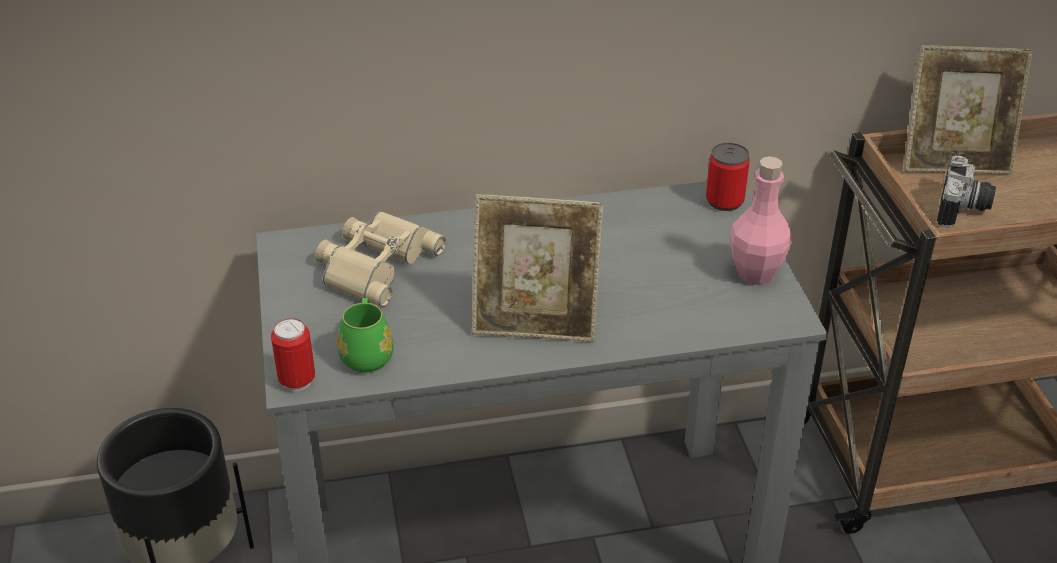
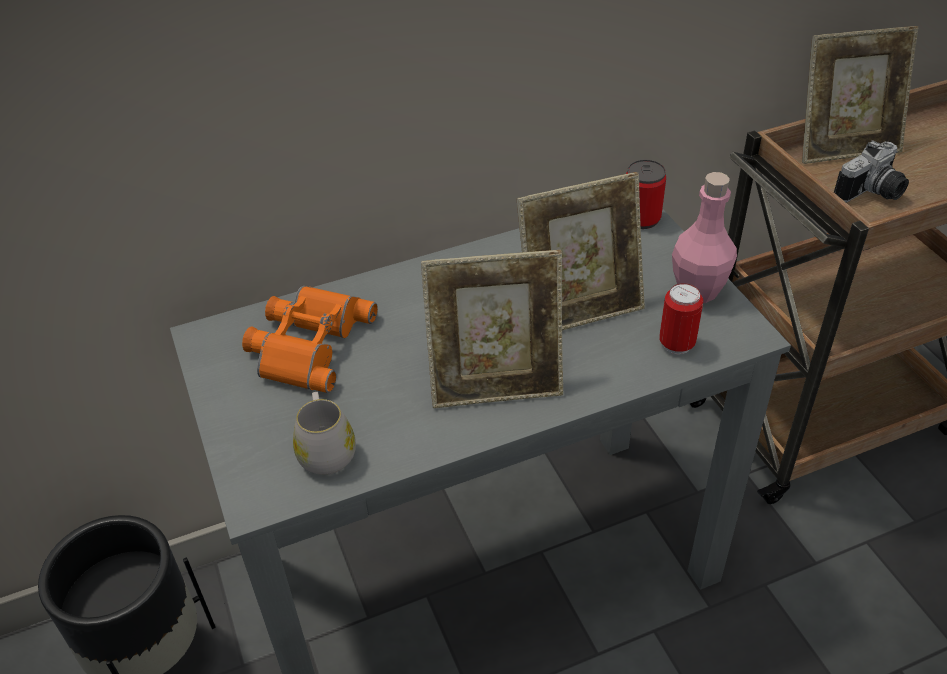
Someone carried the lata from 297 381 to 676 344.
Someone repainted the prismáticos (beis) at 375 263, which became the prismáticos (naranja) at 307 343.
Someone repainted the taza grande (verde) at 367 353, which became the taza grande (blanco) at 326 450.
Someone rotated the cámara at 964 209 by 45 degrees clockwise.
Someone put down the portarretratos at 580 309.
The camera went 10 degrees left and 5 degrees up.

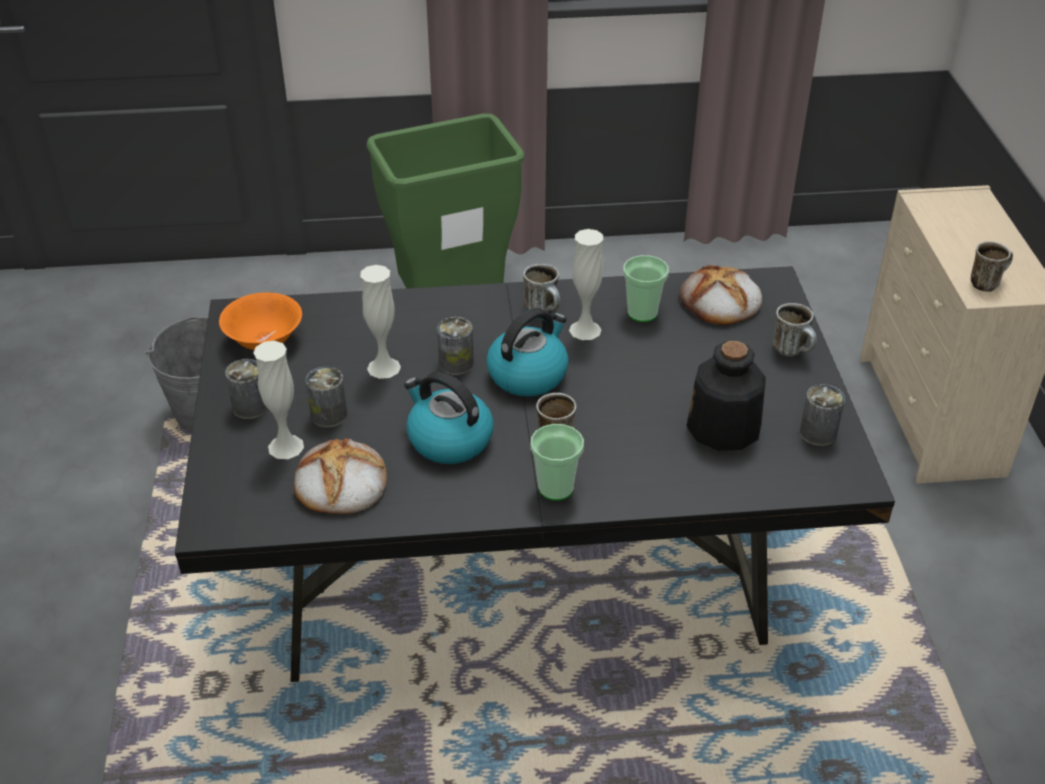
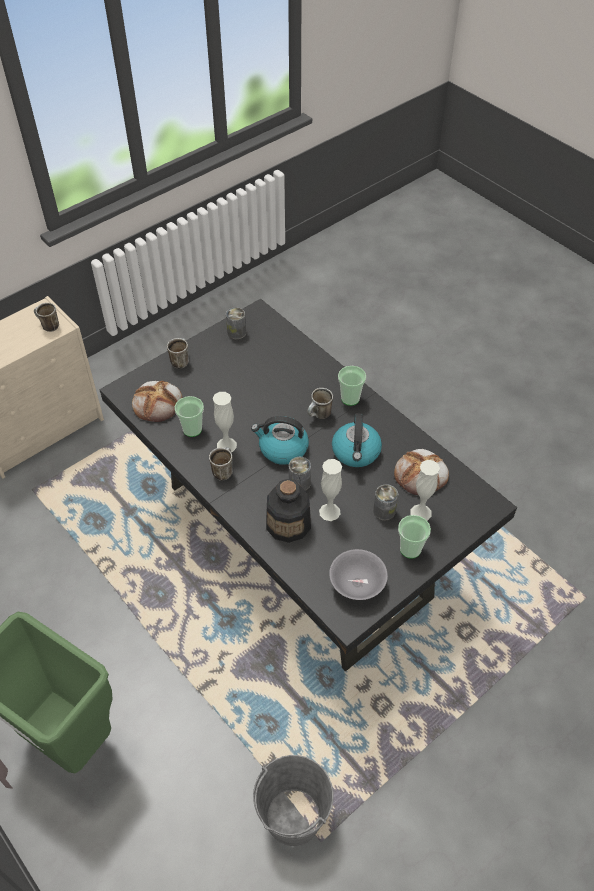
Someone repainted the cuenco (naranja) at 264 340, which became the cuenco (gris) at 357 585.
Someone swapped the lata at 250 407 for the taza at 410 549.
Someone carried the botella from 723 428 to 289 523.
The camera went 125 degrees left and 10 degrees up.

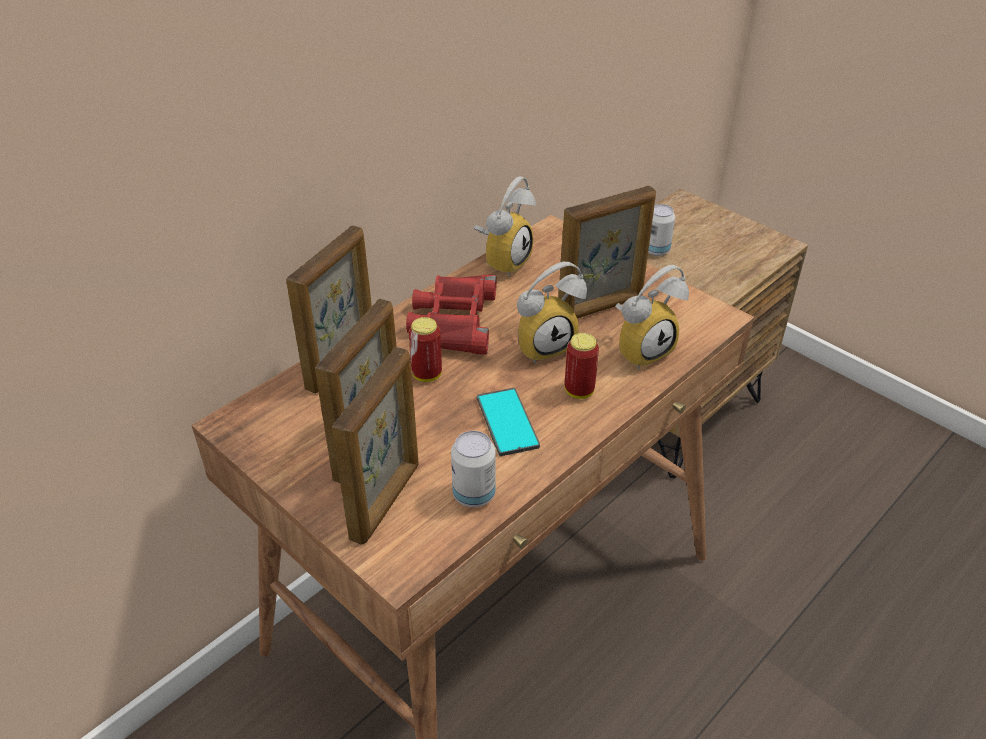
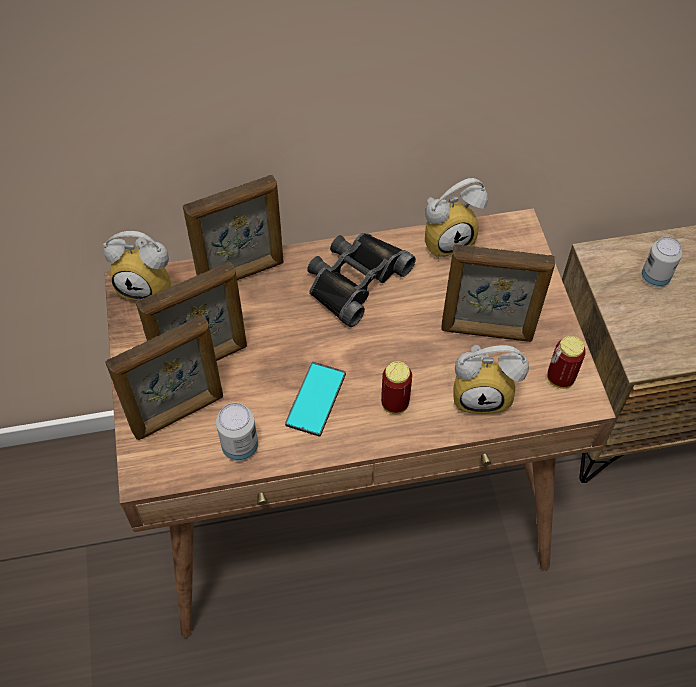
Someone repainted the prismáticos (rojo) at 453 321, which became the prismáticos (negro) at 354 280.
Someone carried the lata from 427 375 to 560 378.
Someone carried the despertador from 545 344 to 149 285.
The camera went 35 degrees right and 15 degrees up.

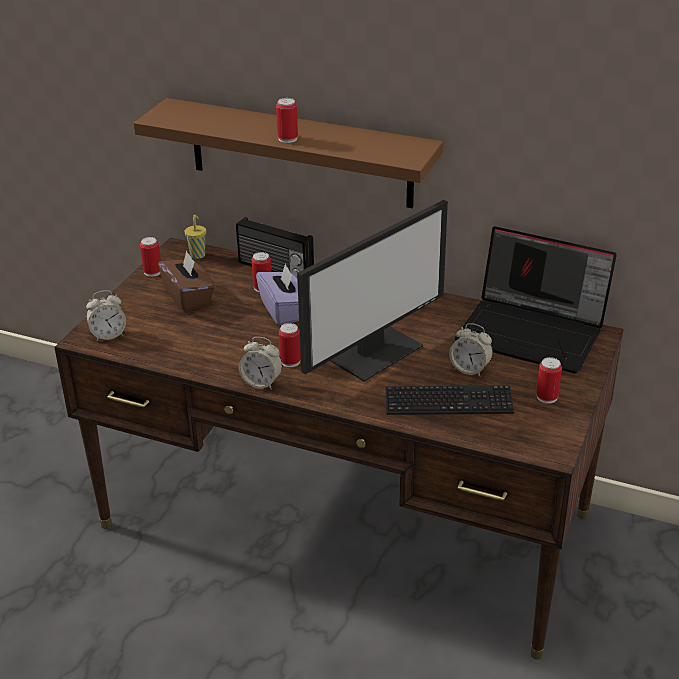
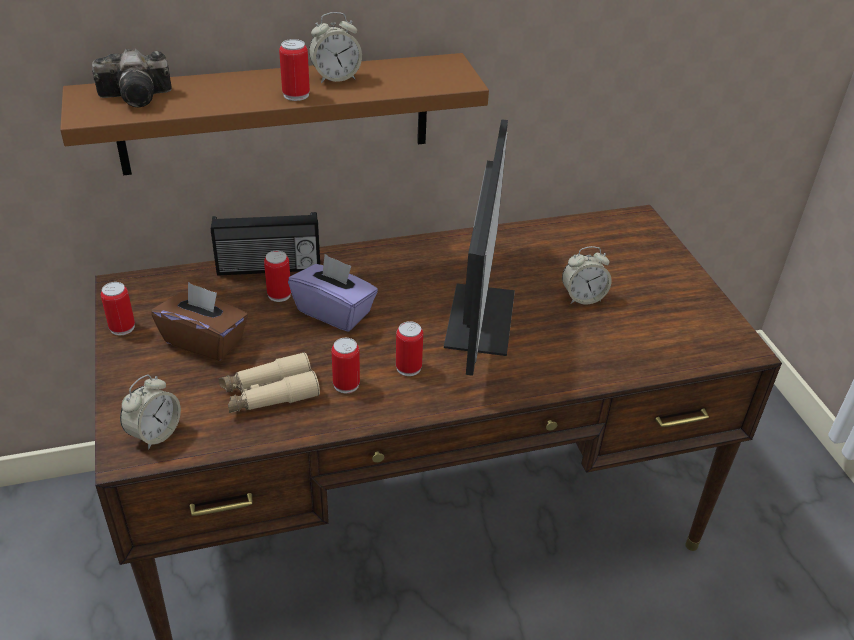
Someone took away the taza (amarillo) at 198 254.
Someone carried the despertador from 261 383 to 335 78.
Someone took away the teclado at 448 403.
Someone took away the portátil at 533 332.
Someone carried the lata from 547 397 to 346 384.
Someone put down the cámara at 139 96.
Someone put down the prismáticos (beis) at 269 394.
The camera went 40 degrees left and 5 degrees up.

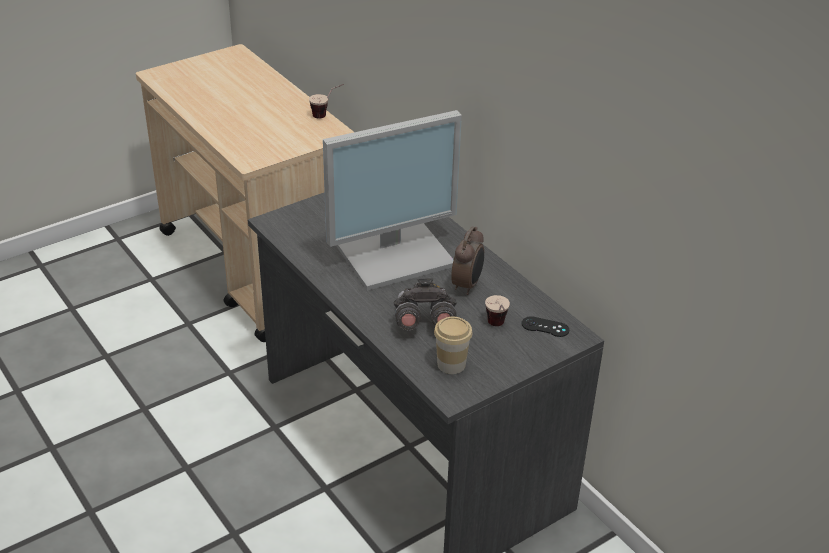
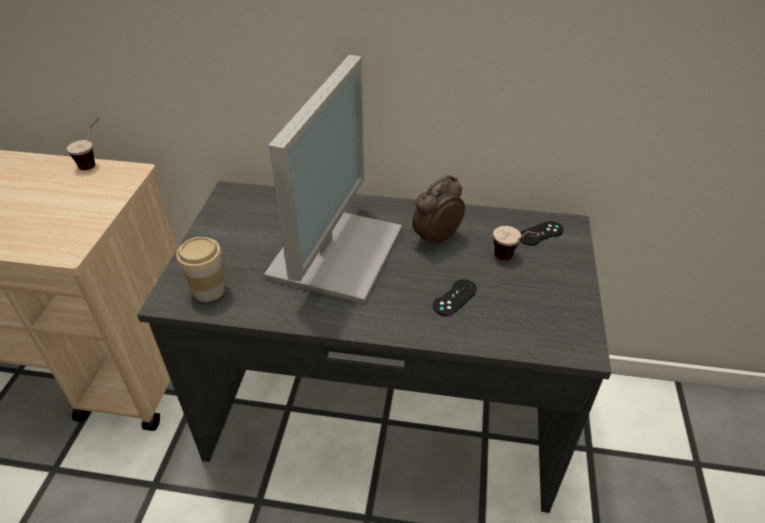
Someone swapped the prismáticos (gris) at 423 322 for the mando de consola (negro) at 455 297.
Someone carried the taza from 451 364 to 208 290.
Someone rotated the despertador at 467 285 by 105 degrees counterclockwise.
The camera went 45 degrees left and 5 degrees up.

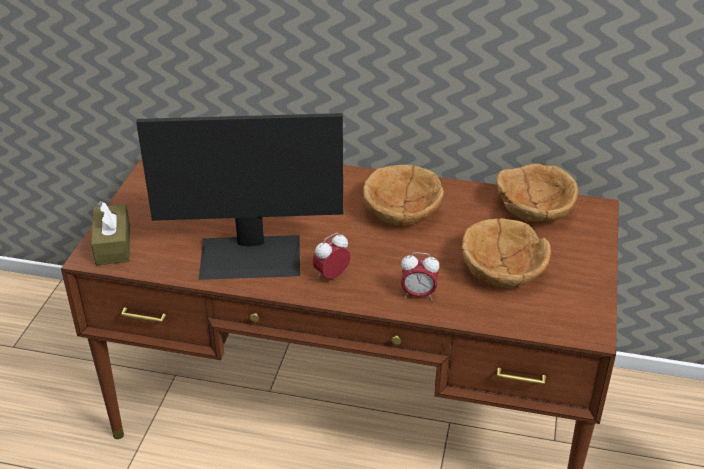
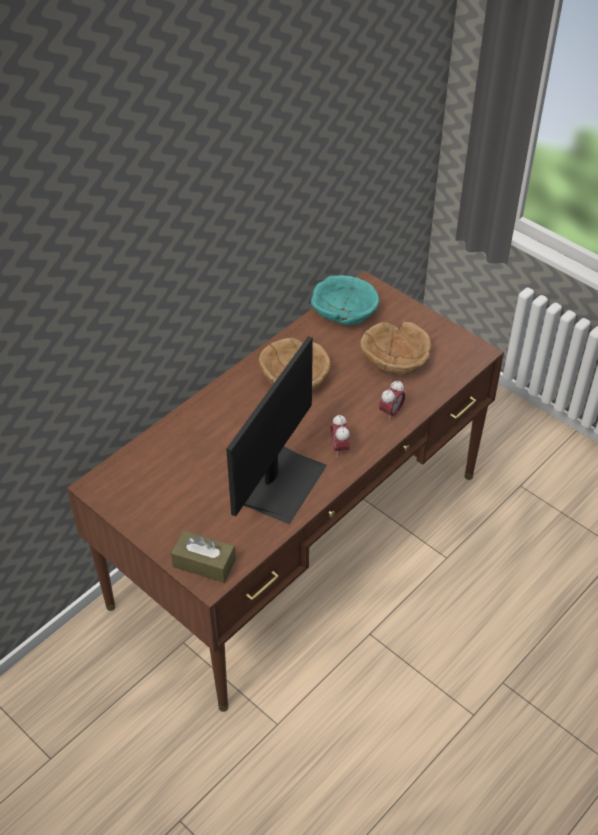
Someone repainted the cuenco (marrón) at 534 208, which became the cuenco (turquesa) at 343 312.
The camera went 60 degrees left and 10 degrees up.

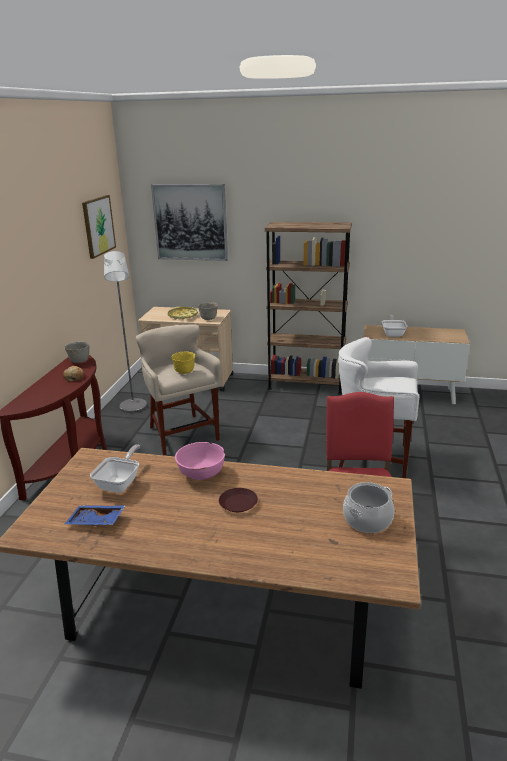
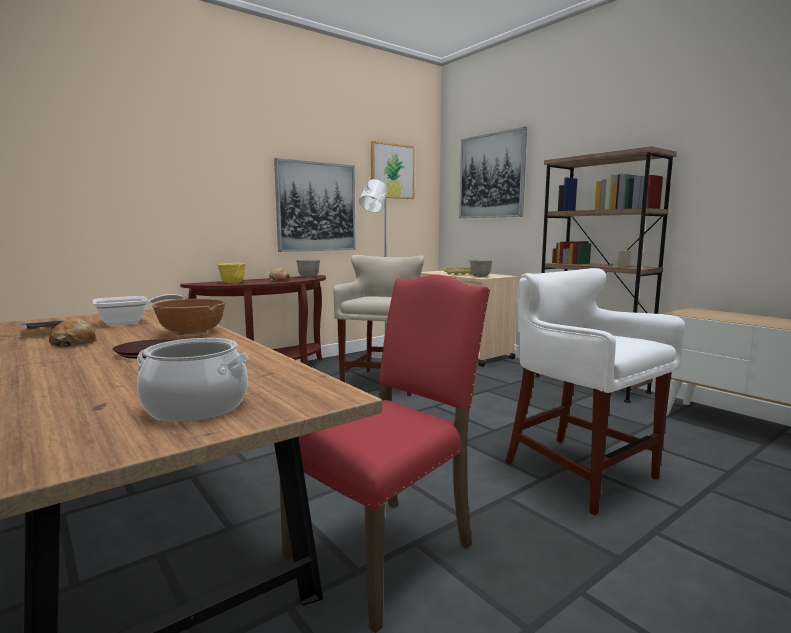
Someone carried the cuenco (amarillo) from 185 372 to 233 283.
Someone repainted the cuenco (rosa) at 201 473, which became the cuenco (marrón) at 192 332.
Someone took away the sartén at 393 334.
Someone put down the pan at 74 343.
Someone put up the cuadro at 316 207.
The camera went 40 degrees right and 15 degrees down.

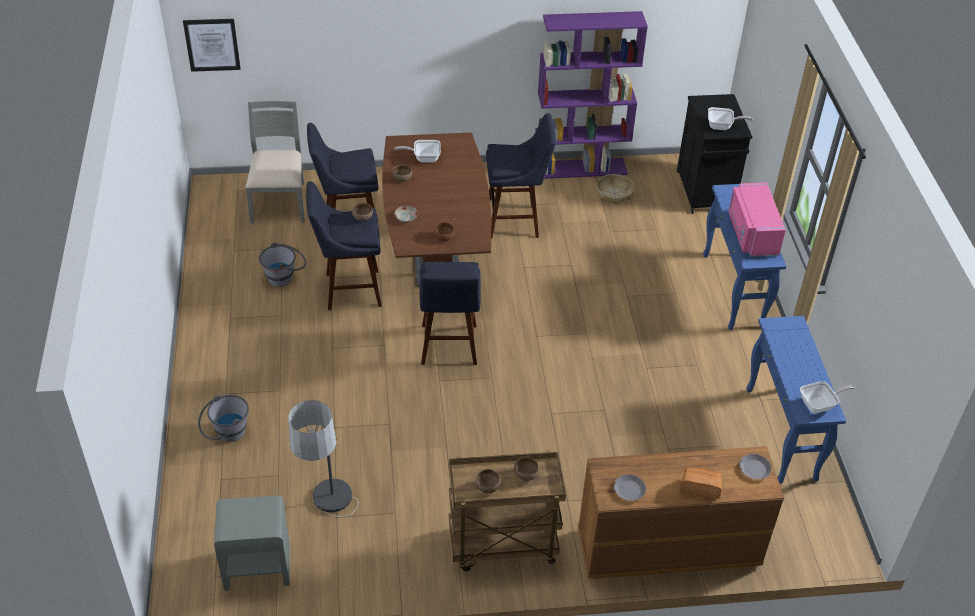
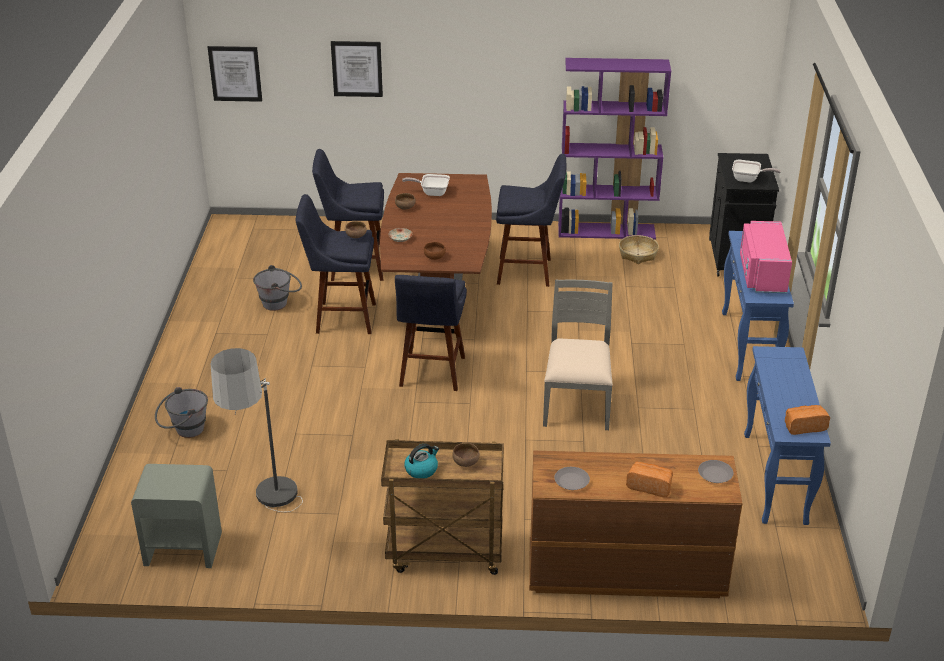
Someone carried the silla (gris) from 279 202 to 577 403.
Someone swapped the cuenco (marrón) at 487 487 for the hervidor at 421 469.
Someone swapped the sartén at 820 405 for the pan at 804 426.
Someone put up the cuadro at 357 68.
The camera went 10 degrees right and 10 degrees down.

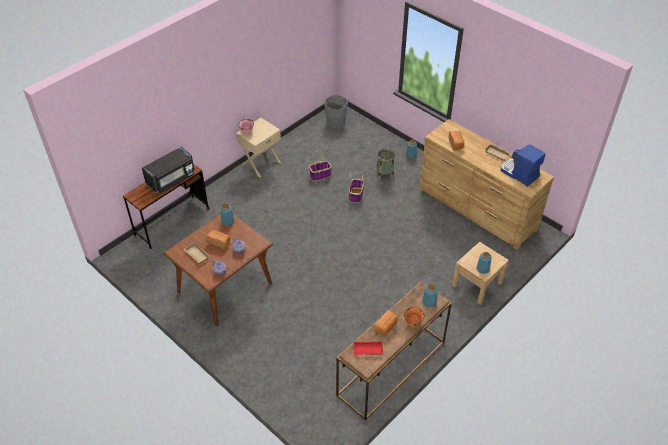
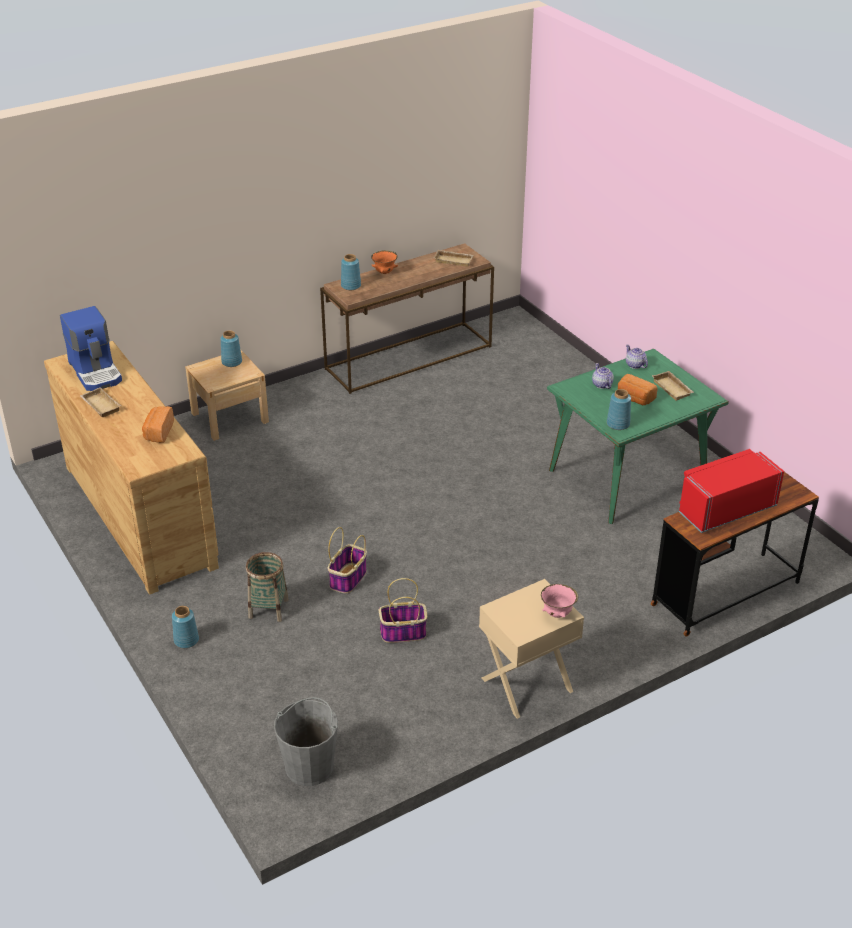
Someone repainted the microondas (negro) at 171 179, which became the microondas (rojo) at 725 509.
Someone repainted the mesa de comedor (marrón) at 225 287, which became the mesa de comedor (verde) at 627 477.
Someone repainted the bandeja (rojo) at 367 350, which became the bandeja (beis) at 454 260.
Someone took away the pan at 386 327.
The camera went 165 degrees left and 10 degrees down.

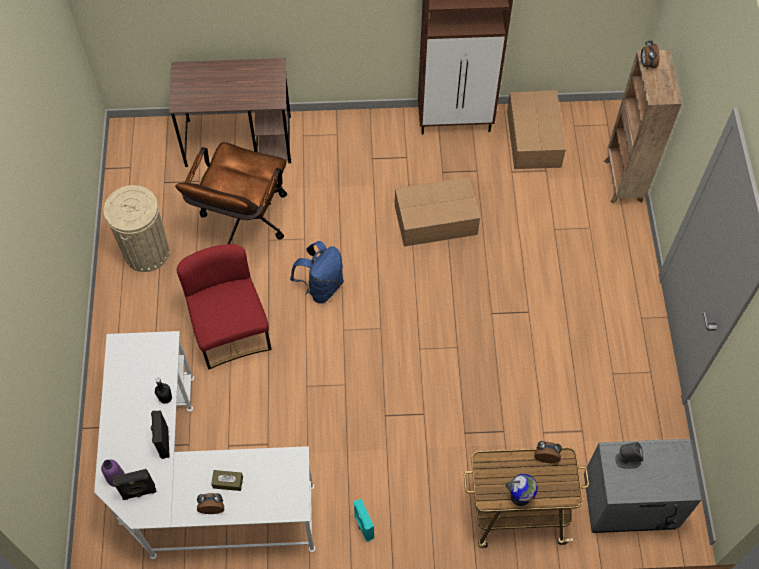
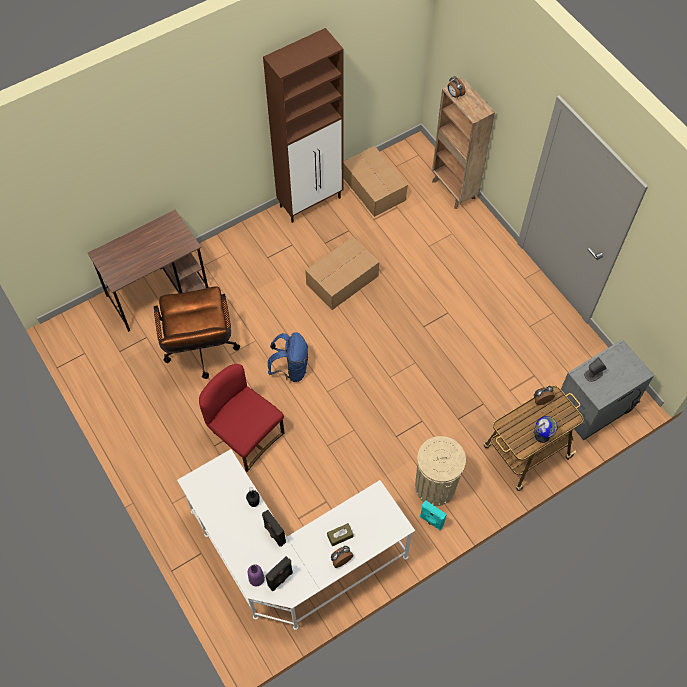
Someone carried the papelera (beis) from 146 252 to 435 486.
The camera went 30 degrees left and 0 degrees up.

